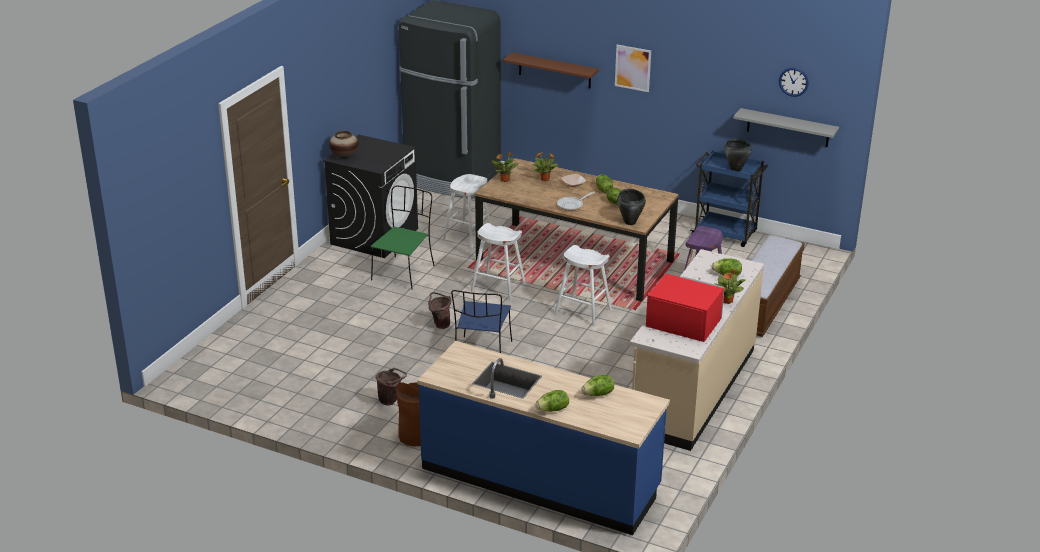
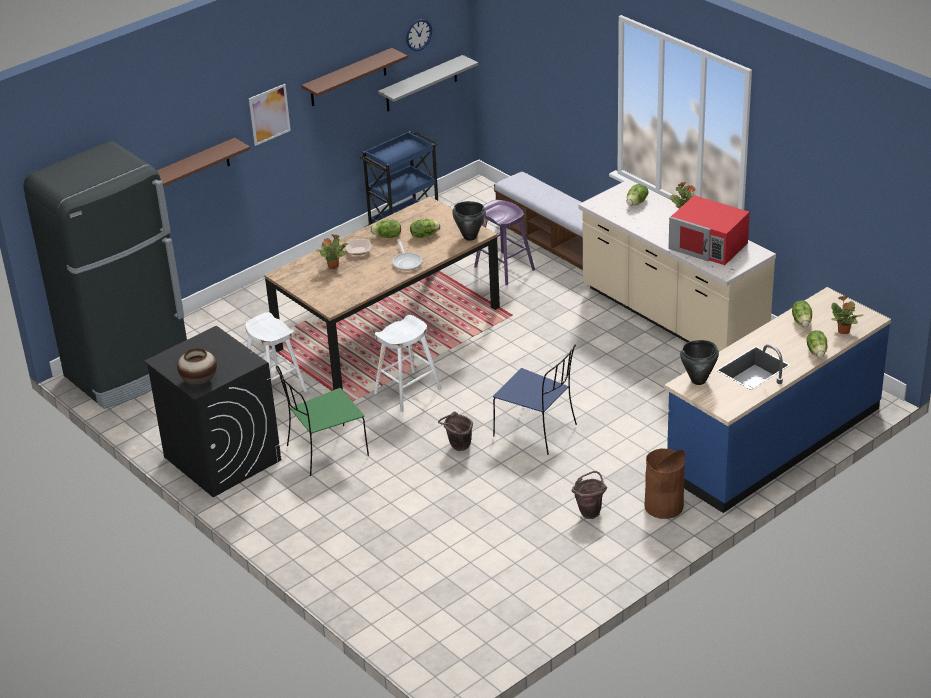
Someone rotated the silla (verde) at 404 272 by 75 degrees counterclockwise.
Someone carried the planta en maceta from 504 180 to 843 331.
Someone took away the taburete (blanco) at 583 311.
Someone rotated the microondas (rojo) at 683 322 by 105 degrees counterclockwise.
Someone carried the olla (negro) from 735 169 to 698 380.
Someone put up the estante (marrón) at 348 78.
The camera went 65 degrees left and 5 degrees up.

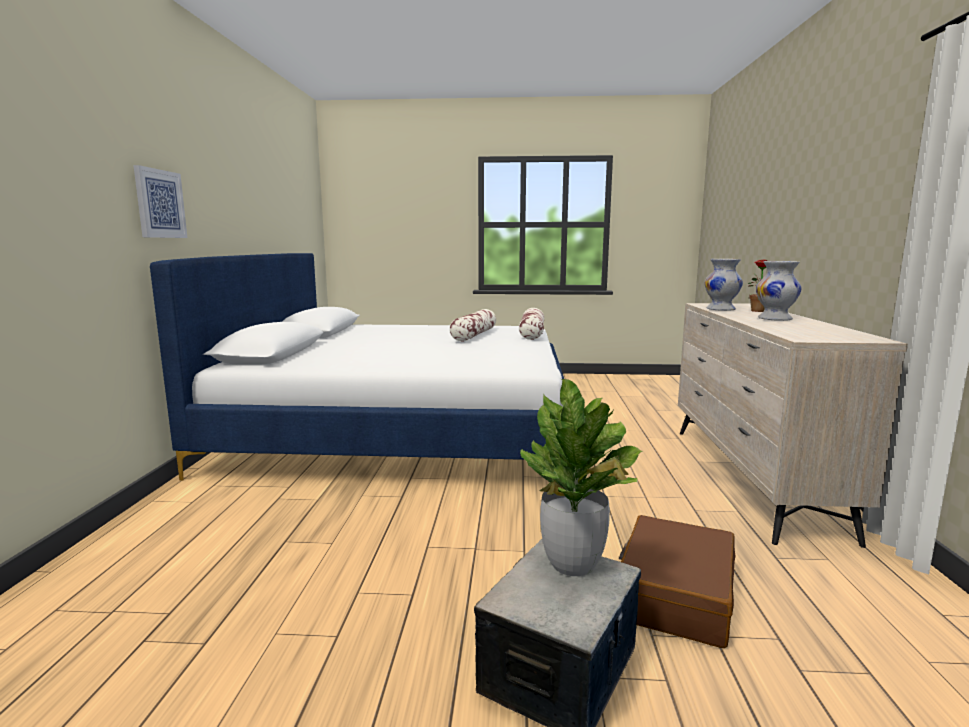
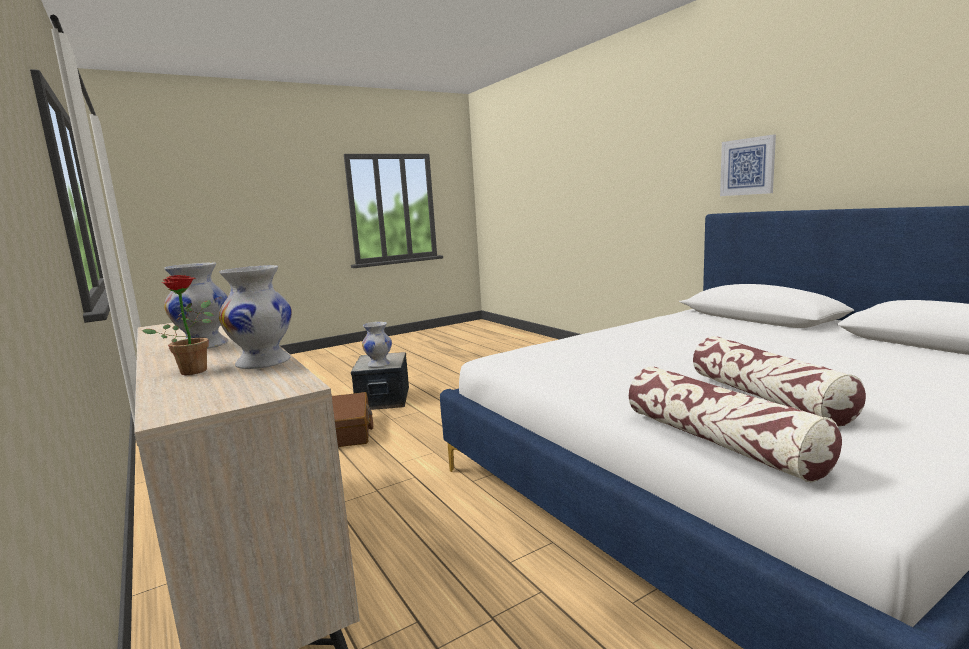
Someone swapped the planta en maceta at 573 564 for the florero (blanco) at 379 365.
The camera went 145 degrees right and 0 degrees up.

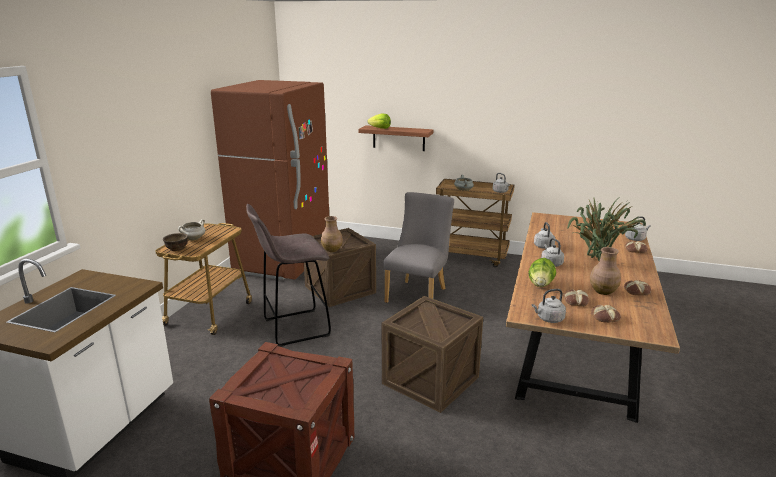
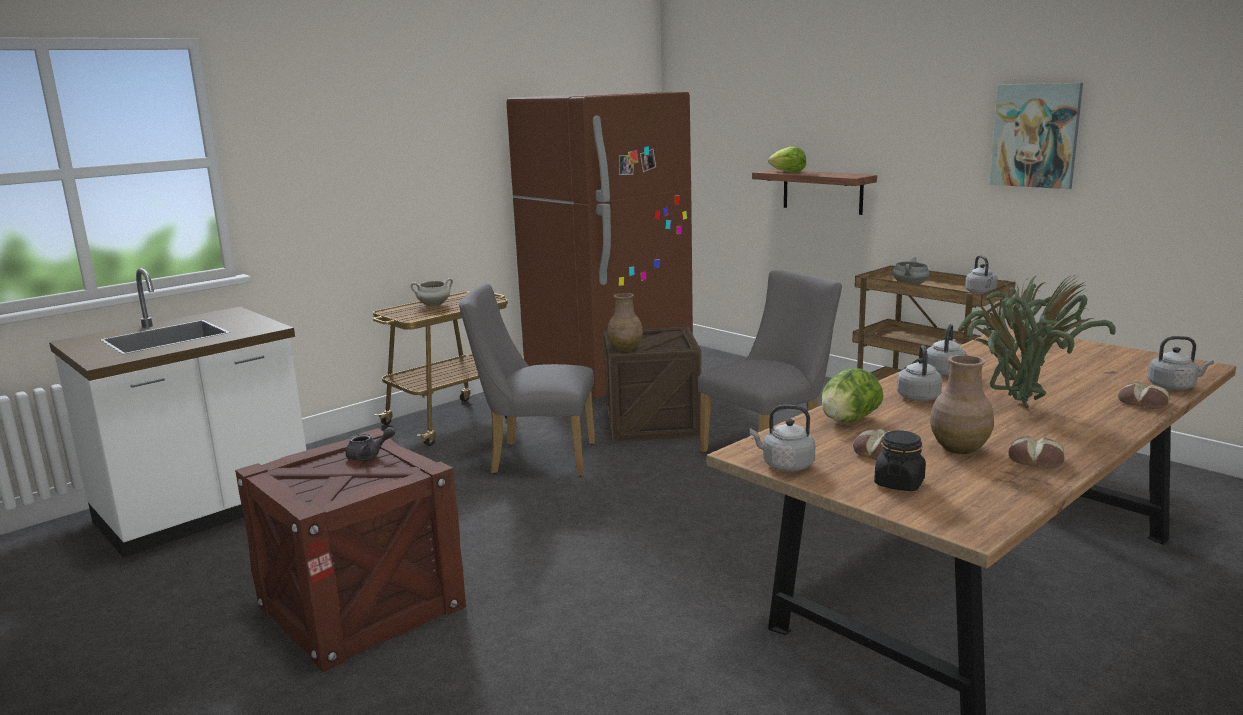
Someone took away the cuenco (marrón) at 177 248.
Someone swapped the taburete (gris) at 294 328 for the silla (gris) at 535 458.
Someone took away the caja de embalaje at 430 380.
Someone swapped the pan at 605 317 for the tarro (negro) at 899 483.
Someone put down the tetera (gris) at 369 455.
Someone put up the cuadro at 1035 135.
The camera went 30 degrees right and 5 degrees down.

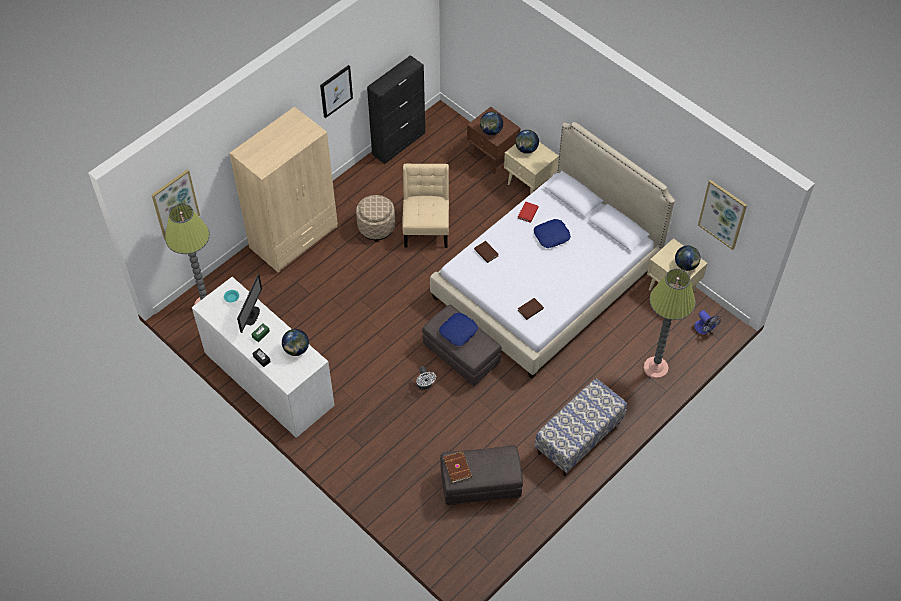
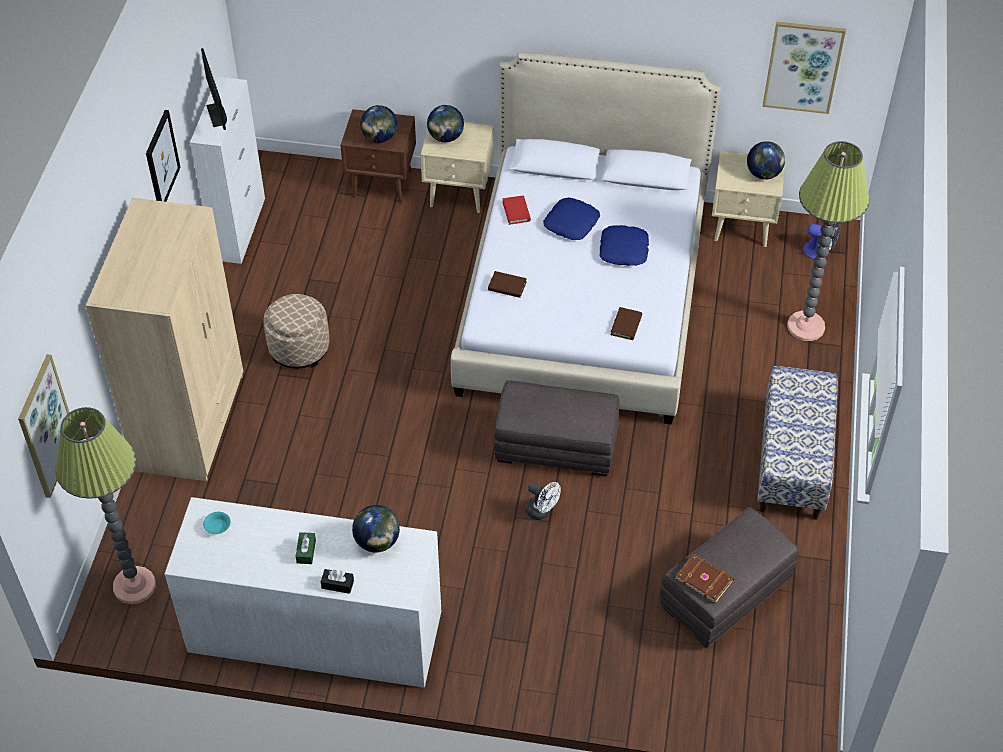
Someone carried the monitor from 252 316 to 217 115.
Someone repainted the armario (negro) at 399 143, which became the armario (blanco) at 239 228.
Someone took away the silla (beis) at 426 226.
Someone carried the cojín (azul) from 458 331 to 624 250.
The camera went 35 degrees left and 5 degrees down.

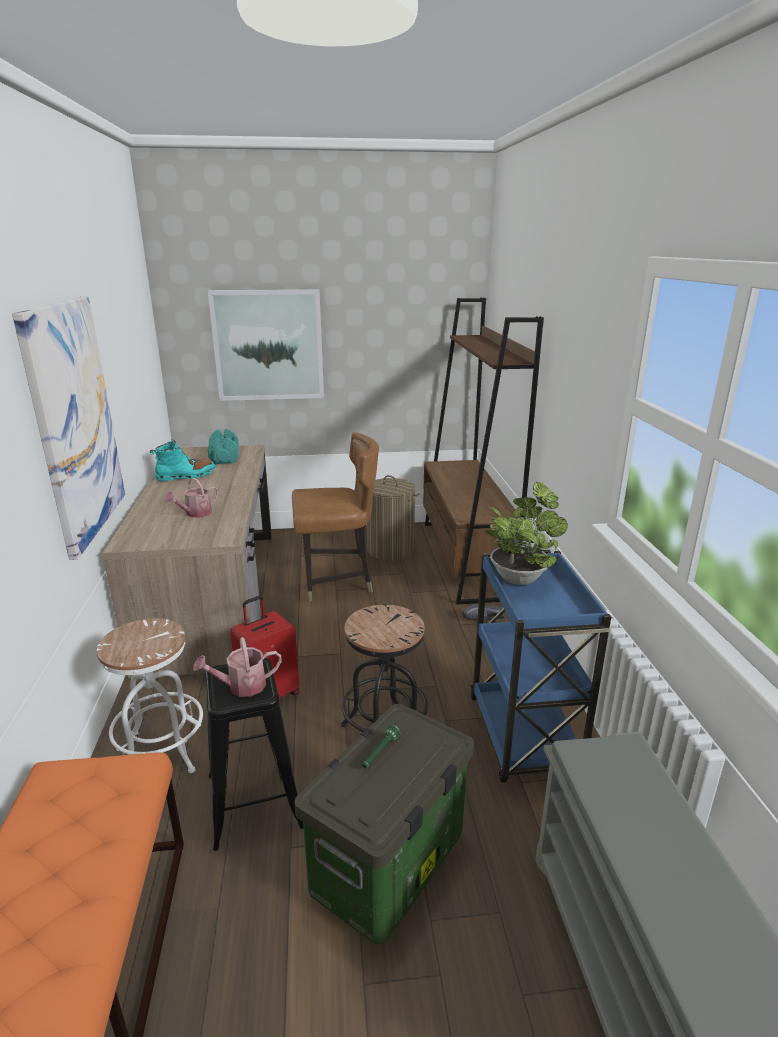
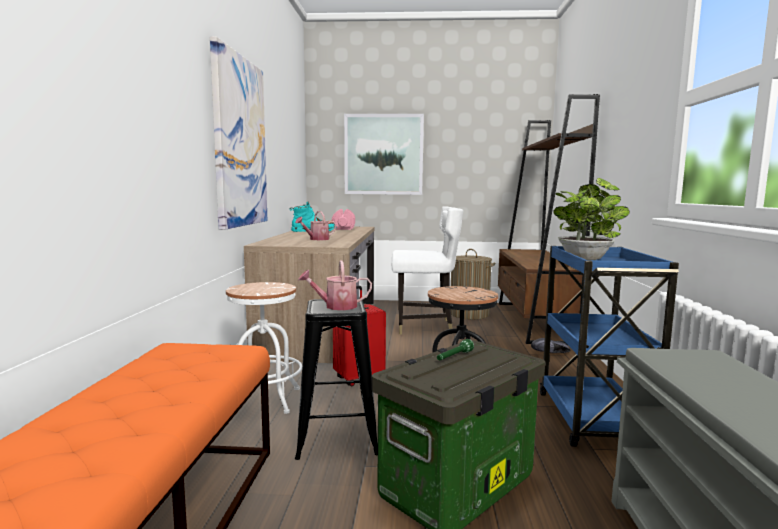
Someone repainted the mancuerna (turquesa) at 224 458, which became the mancuerna (rosa) at 343 228.
Someone repainted the silla (marrón) at 337 581, which became the silla (blanco) at 423 326.
The camera went 10 degrees right and 15 degrees down.

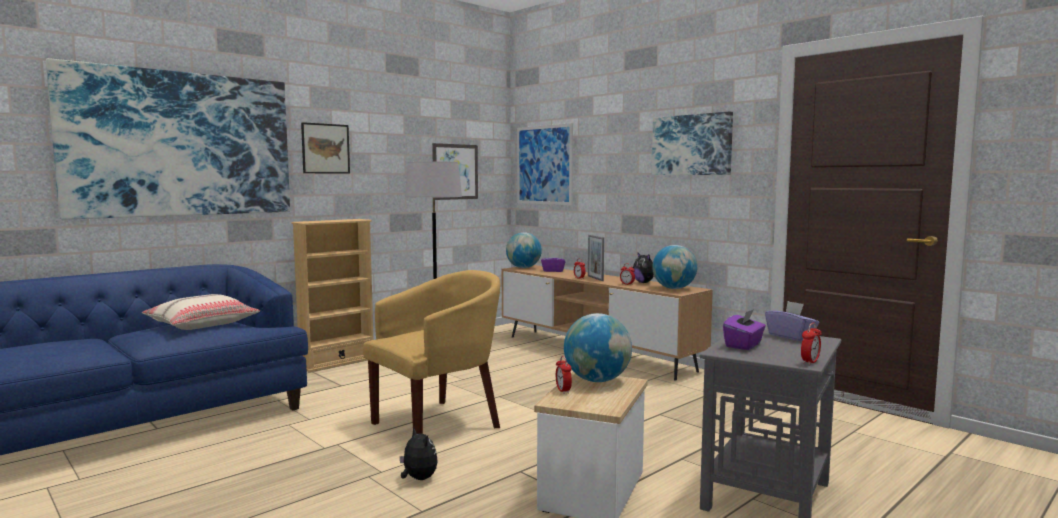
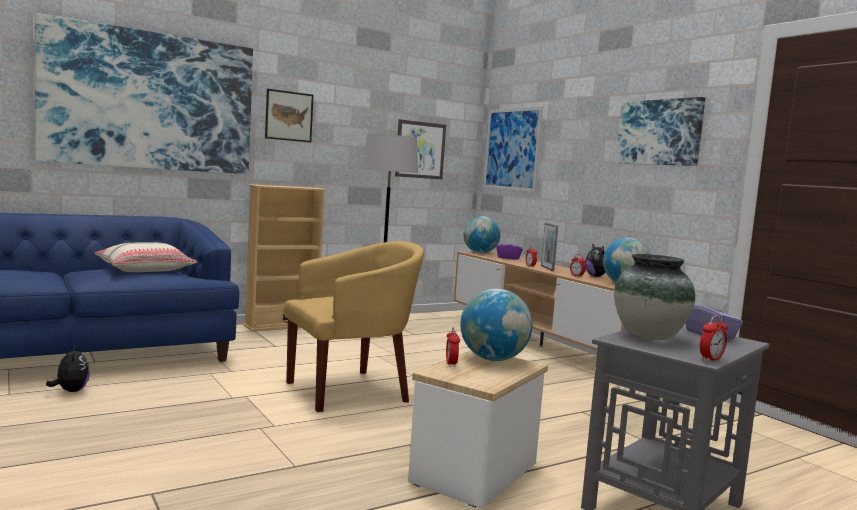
Someone carried the peluche from 418 479 to 70 391.
Someone swapped the caja de pañuelos (morado) at 744 345 for the florero at 648 336.
The camera went 10 degrees right and 0 degrees up.

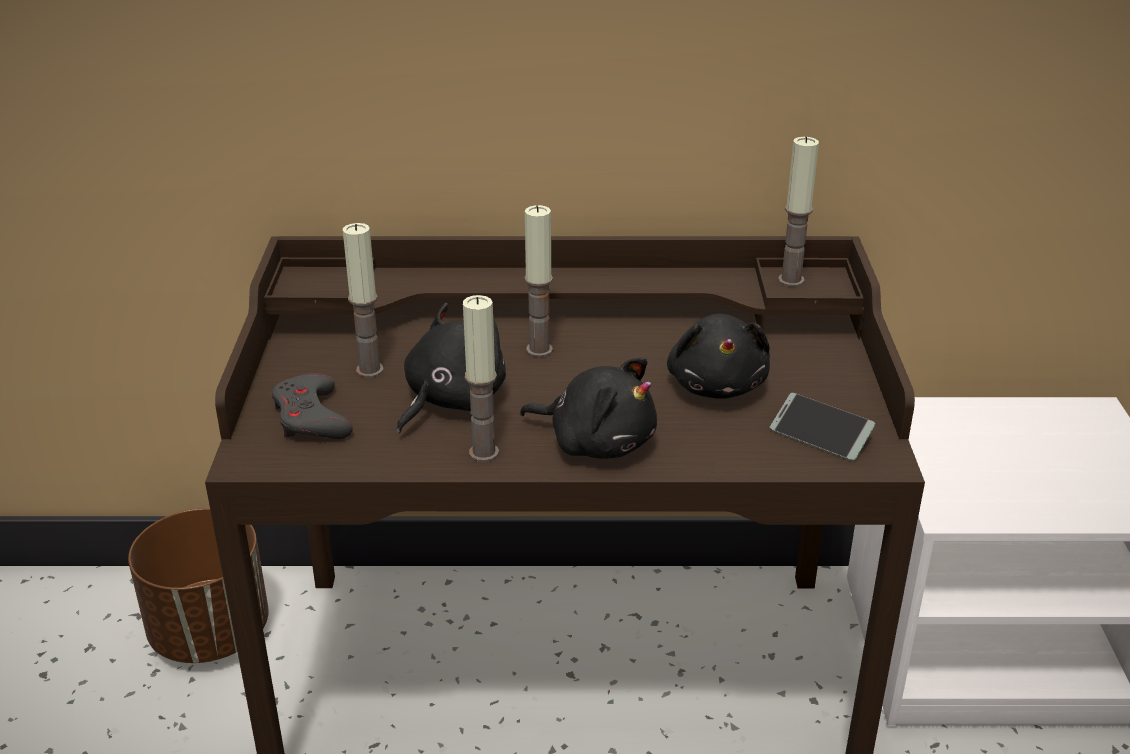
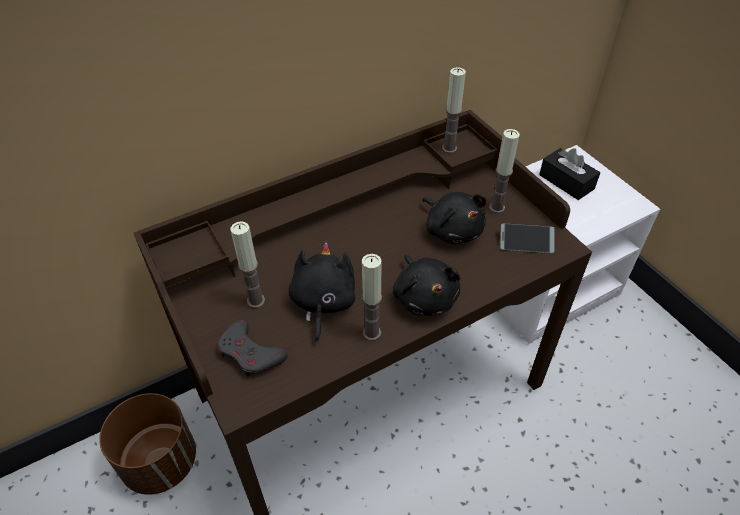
Someone rotated the peluche (negro) at 597 442 by 75 degrees clockwise.
Someone carried the vela from 539 350 to 497 207.
Someone put down the caja de pañuelos (negro) at 566 182.
The camera went 30 degrees left and 15 degrees up.

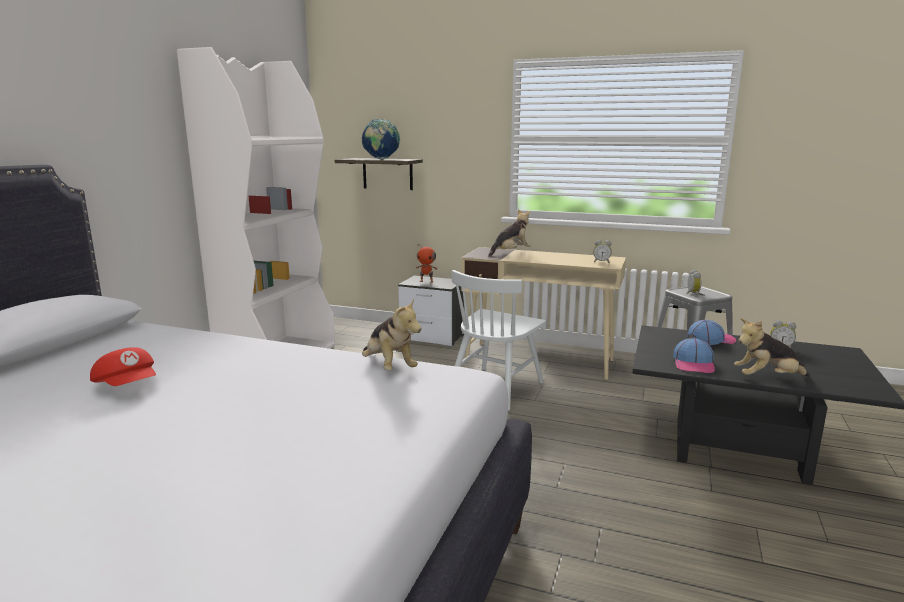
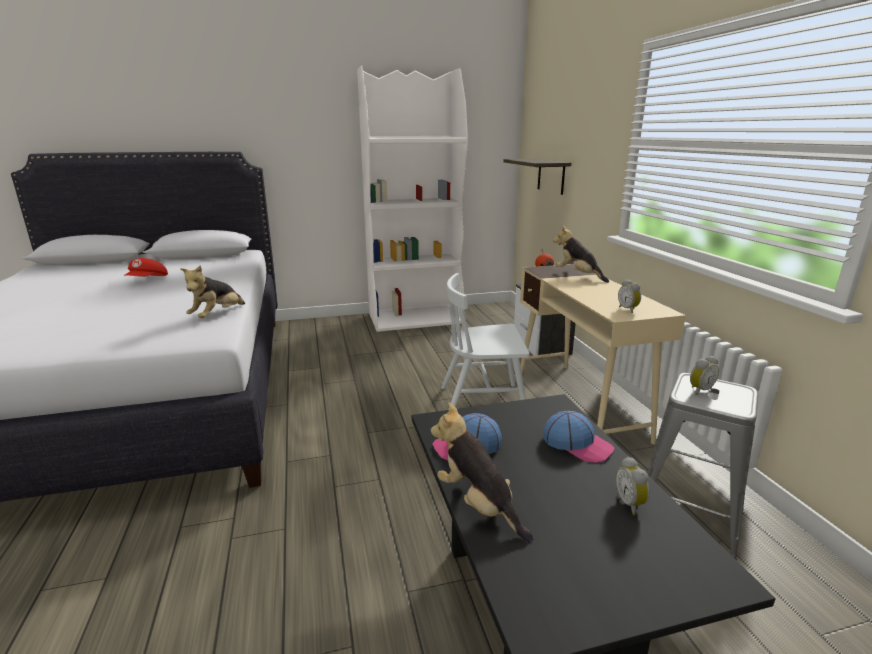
Someone took away the globo terráqueo at 381 159.
Someone rotated the peluche at 510 253 by 150 degrees counterclockwise.
The camera went 55 degrees right and 5 degrees up.

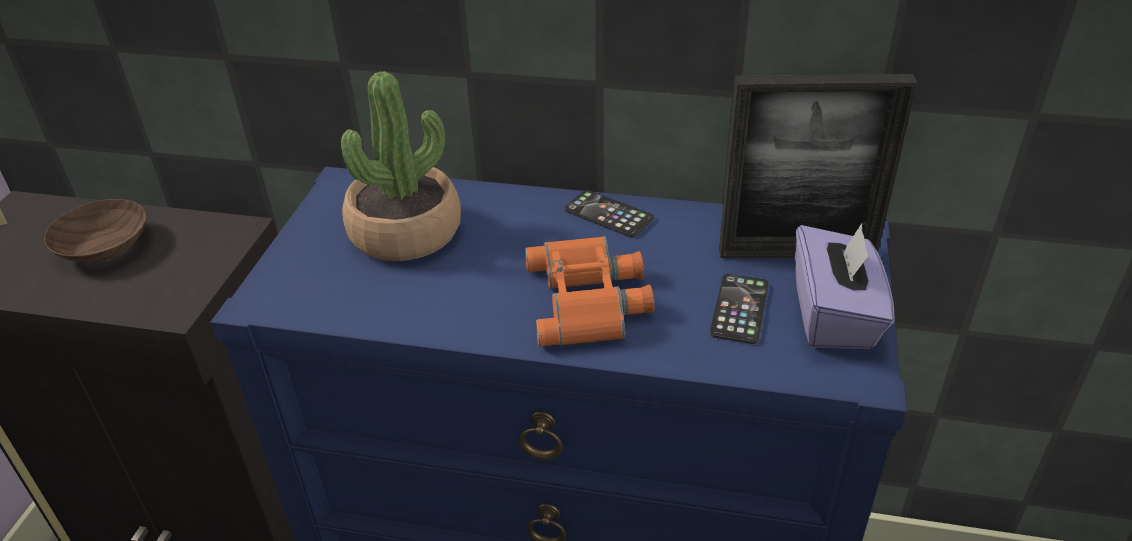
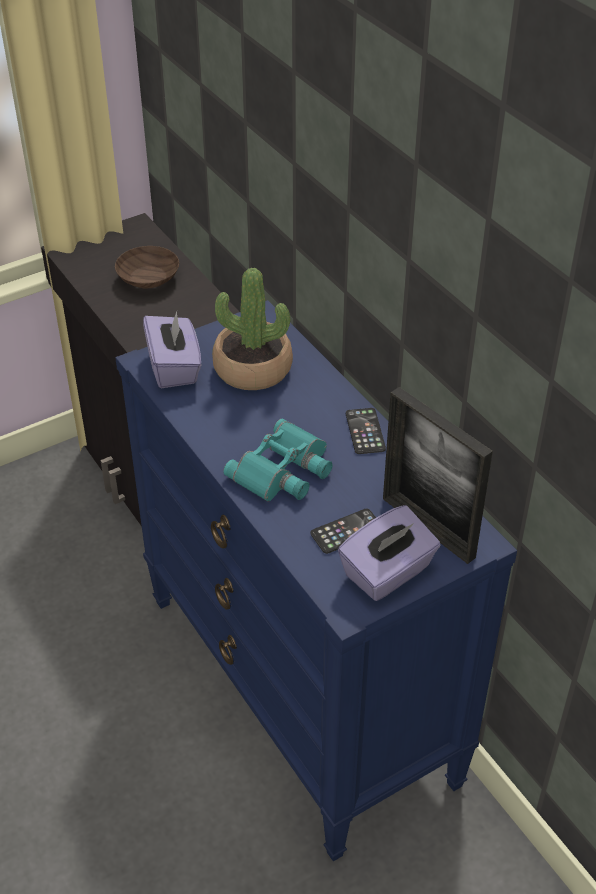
Someone repainted the prismáticos (naranja) at 590 300, which became the prismáticos (turquesa) at 284 471.
Someone put down the caja de pañuelos (morado) at 174 367.
The camera went 45 degrees right and 5 degrees up.

